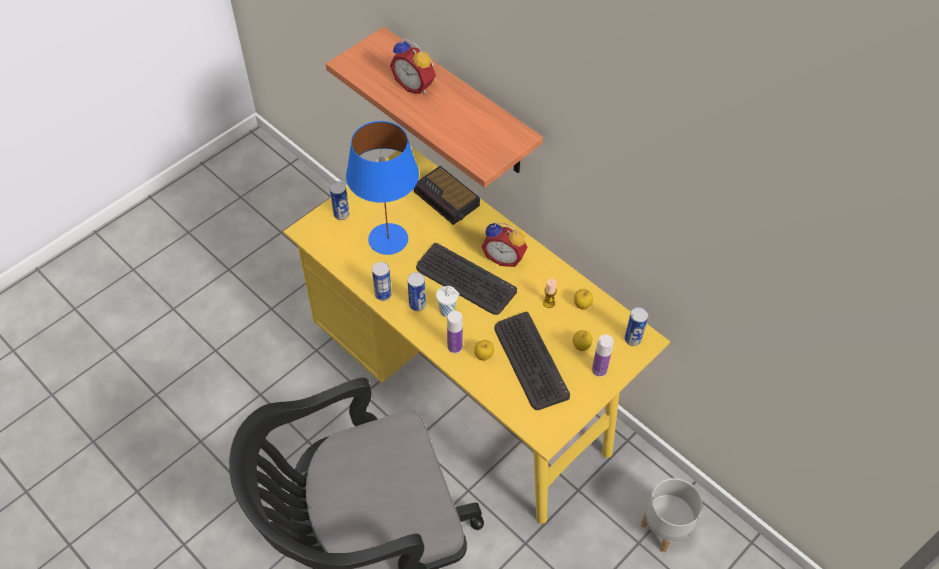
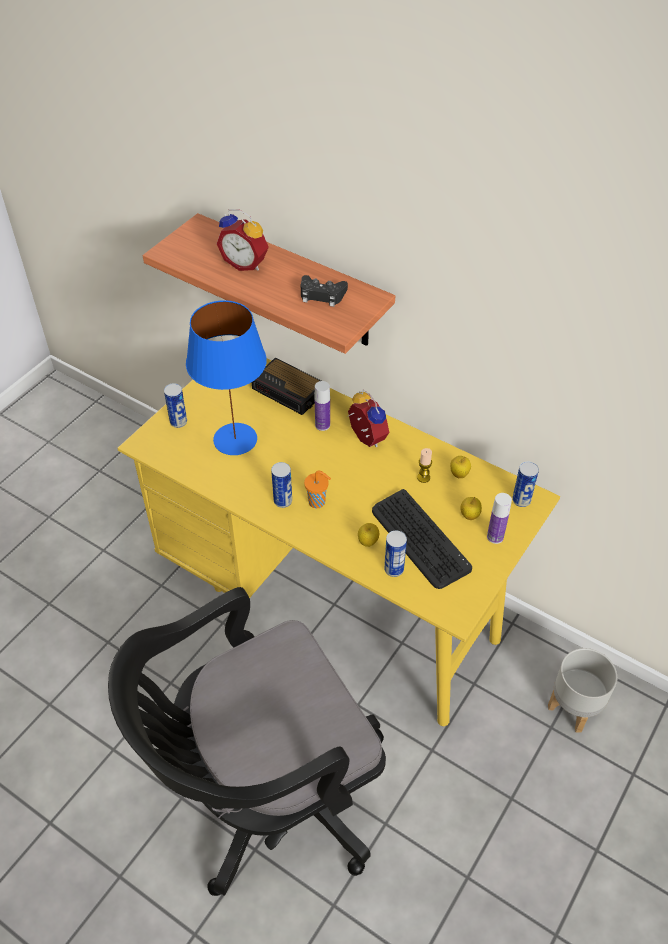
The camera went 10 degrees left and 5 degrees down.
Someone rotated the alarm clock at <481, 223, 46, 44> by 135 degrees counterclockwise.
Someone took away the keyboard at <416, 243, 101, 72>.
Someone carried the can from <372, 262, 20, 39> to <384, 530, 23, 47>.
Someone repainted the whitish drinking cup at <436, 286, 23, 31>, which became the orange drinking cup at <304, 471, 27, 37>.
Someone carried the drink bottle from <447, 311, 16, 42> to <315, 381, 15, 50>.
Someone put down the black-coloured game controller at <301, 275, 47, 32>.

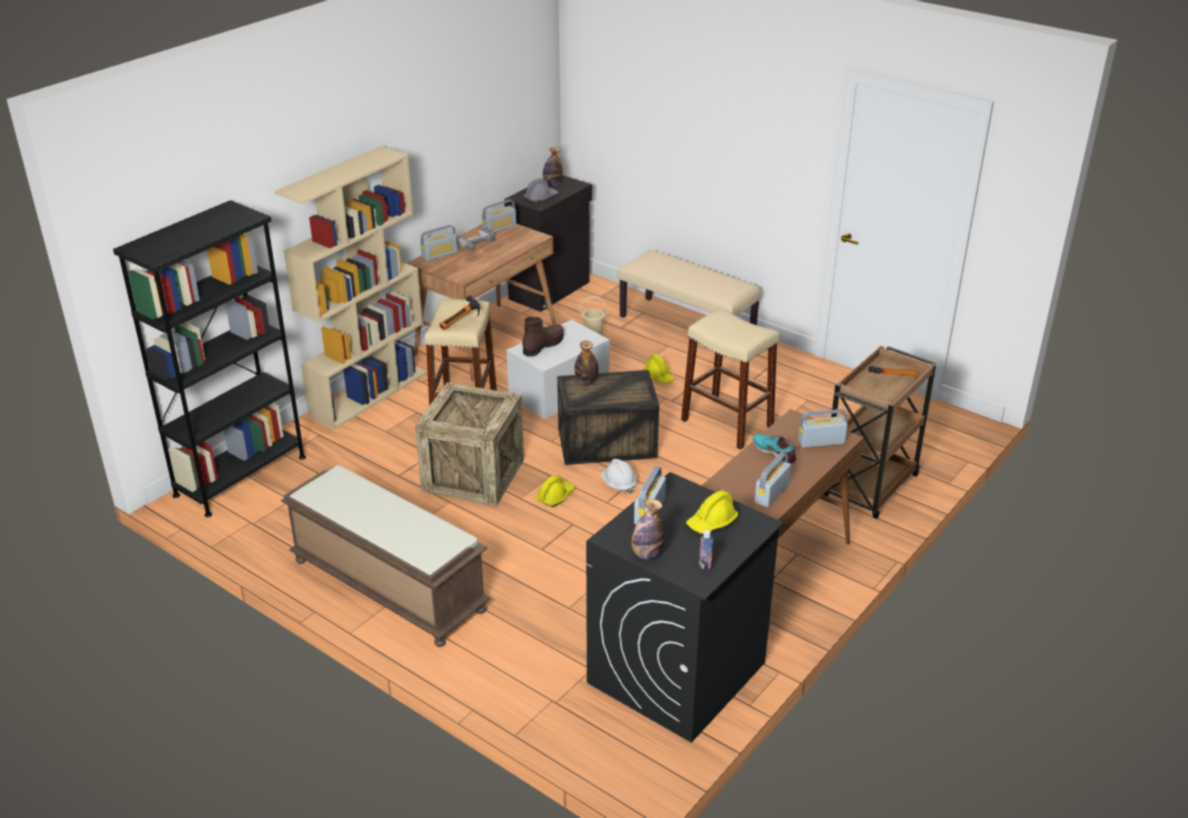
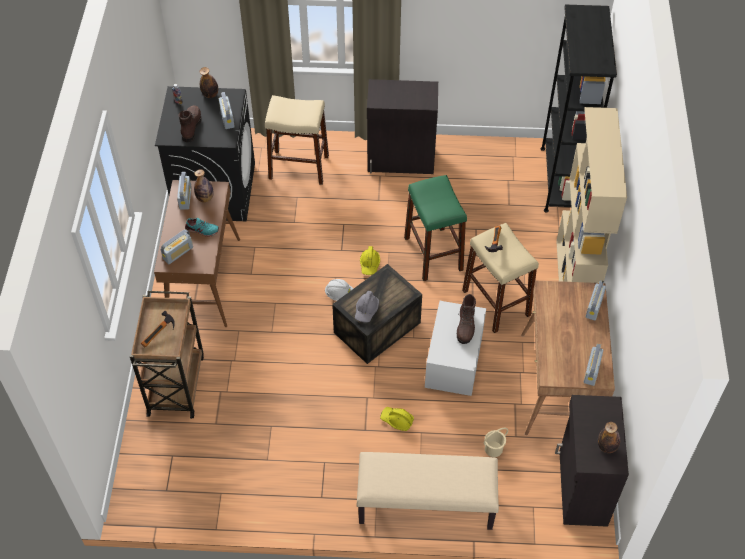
The camera went 145 degrees right and 20 degrees up.
Someone carried the greyish work helmet from <524, 178, 35, 26> to <355, 291, 24, 32>.
Someone took away the drill at <456, 228, 39, 22>.
Someone carried the beige stool seat from <681, 308, 98, 142> to <265, 95, 64, 90>.
Someone carried the drink bottle from <575, 341, 23, 44> to <194, 169, 19, 34>.
Someone swapped the crate at <415, 382, 109, 124> for the green-coloured stool seat at <404, 175, 63, 106>.
Someone swapped the brown bench at <281, 465, 209, 182> for the black-coloured cabinet at <367, 79, 71, 95>.
Someone swapped the yellow-coloured work helmet at <686, 490, 52, 44> for the brown boot at <179, 105, 22, 38>.

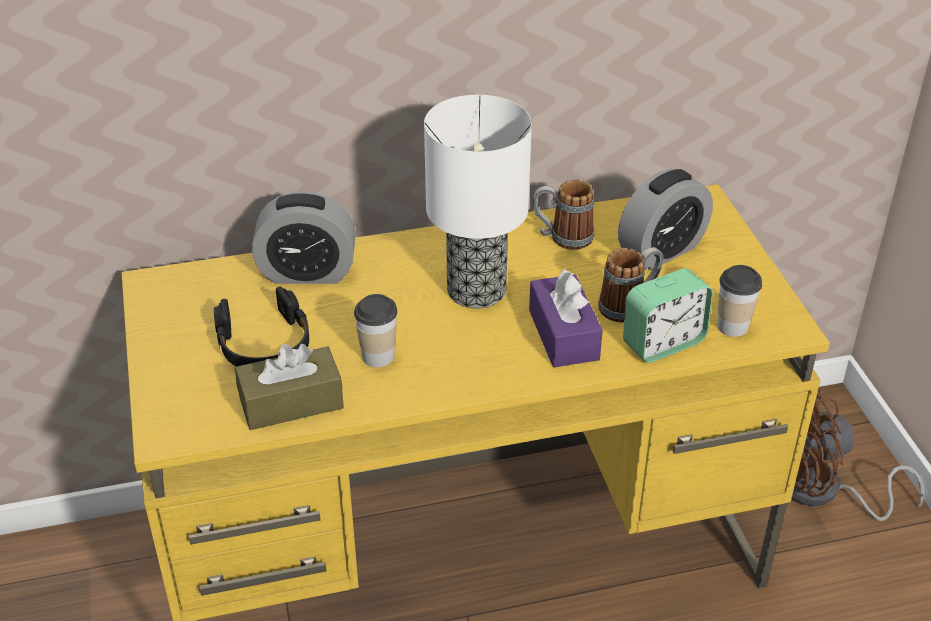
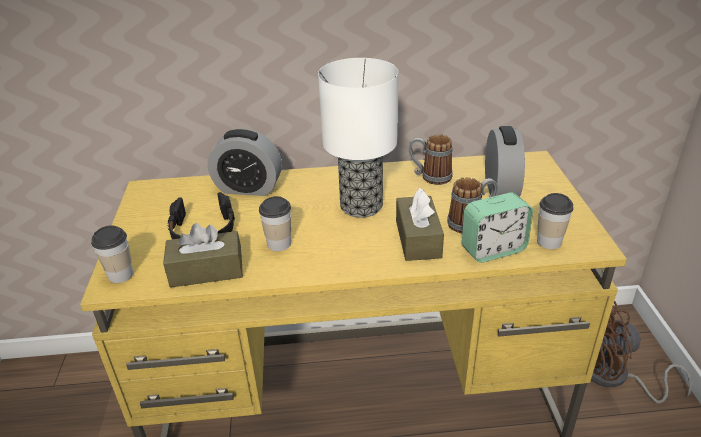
The camera went 10 degrees right and 5 degrees down.
Someone rotated the alarm clock at <618, 169, 95, 101> by 60 degrees counterclockwise.
Someone repainted the purple-coloured box of tissues at <529, 269, 74, 98>, which became the brown box of tissues at <396, 188, 48, 73>.
Someone put down the drinking cup at <91, 225, 42, 58>.

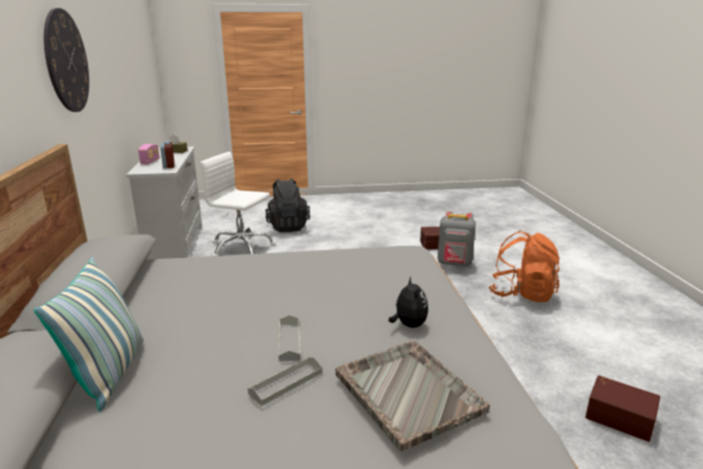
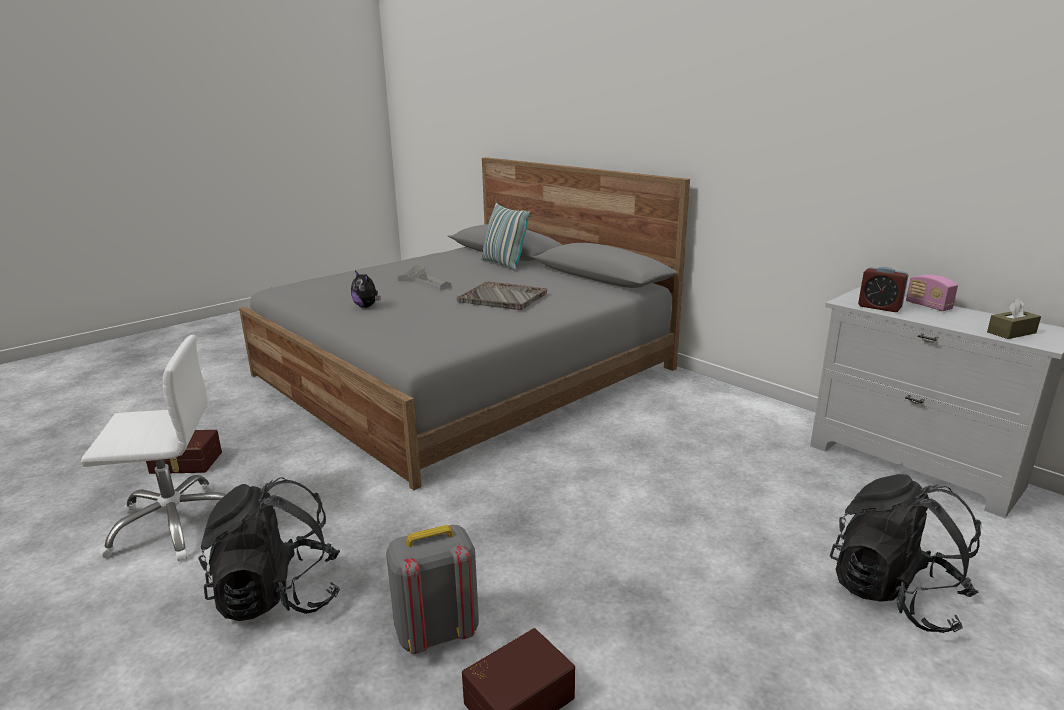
The camera went 145 degrees right and 0 degrees up.
Someone took away the clock on the wall at <44, 8, 45, 104>.
Someone carried the whitish office chair from <200, 152, 76, 104> to <81, 335, 145, 226>.
Someone repainted the orange backpack at <489, 231, 71, 71>, which became the black-coloured backpack at <198, 477, 142, 144>.
Someone carried the greyish carrying tray from <335, 341, 155, 110> to <457, 281, 90, 29>.

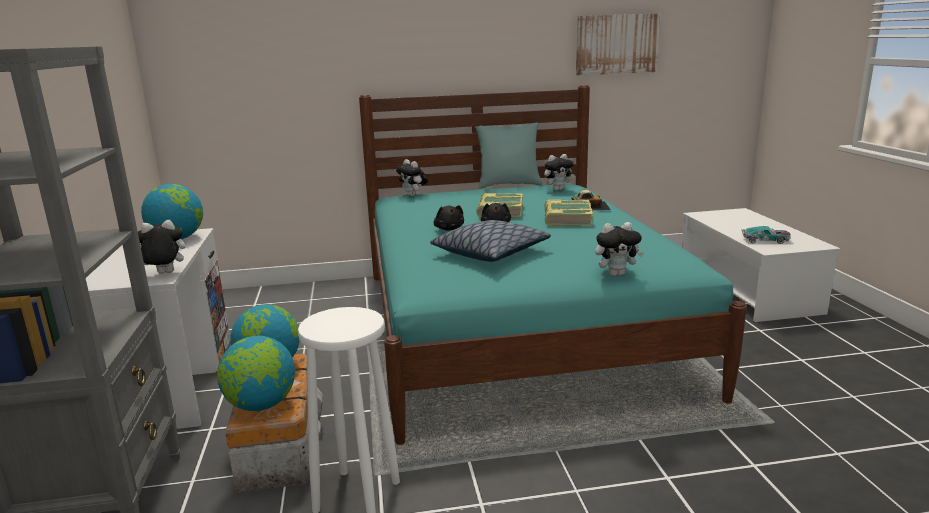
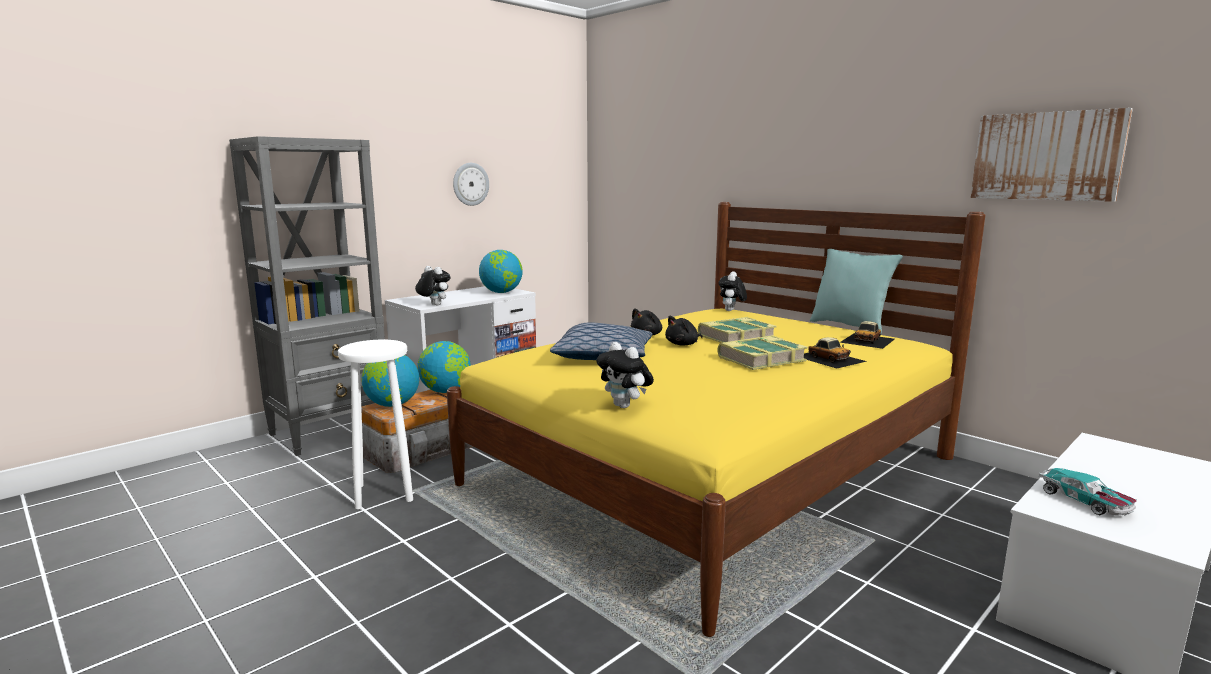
The camera went 55 degrees right and 5 degrees down.
Someone repainted the blue-green bed at <359, 85, 388, 360>, which became the yellow-coloured bed at <447, 202, 539, 435>.
Someone swapped the plush toy at <544, 154, 31, 37> for the model car at <839, 321, 56, 28>.
Someone put up the clock on the wall at <453, 163, 36, 43>.

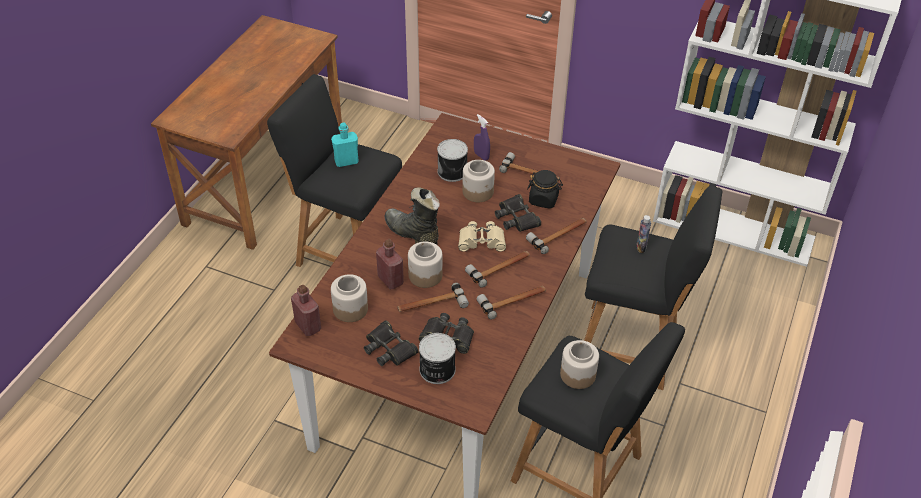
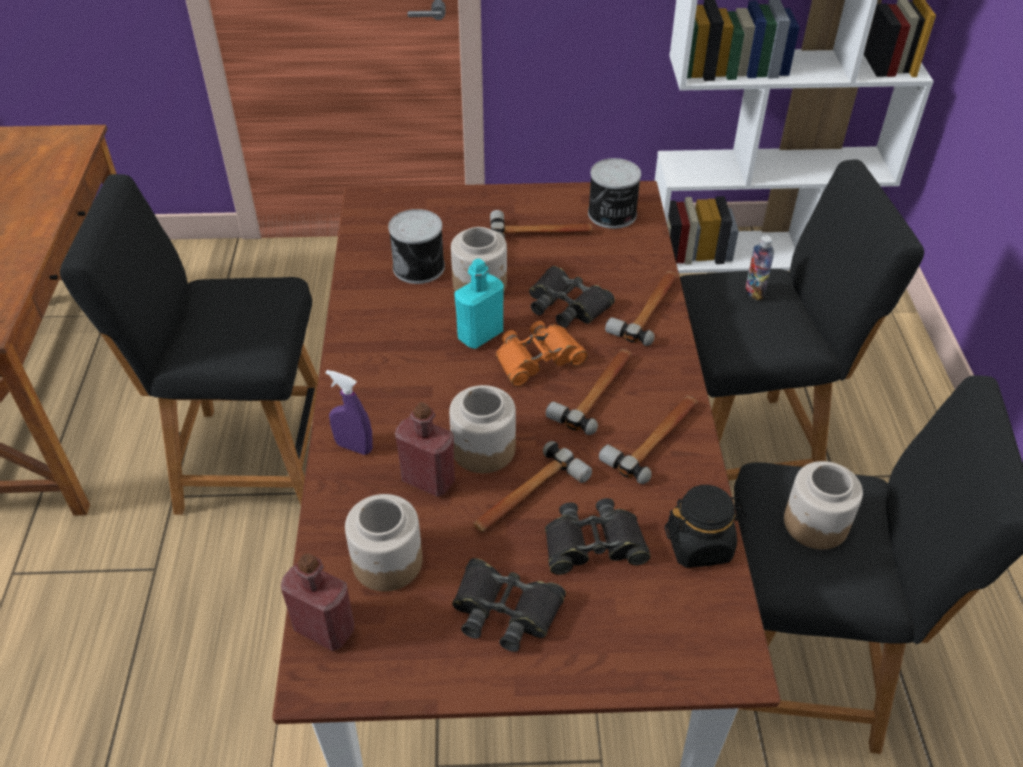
The camera went 25 degrees left and 0 degrees up.
Someone carried the purple-coloured sprayer from <474, 114, 16, 47> to <326, 370, 47, 85>.
Someone carried the blue-green drink bottle from <331, 123, 28, 44> to <454, 258, 50, 91>.
Someone carried the black-coloured jar from <527, 170, 36, 39> to <665, 485, 81, 83>.
Someone took away the black-coloured boot at <385, 187, 55, 58>.
Someone repainted the beige binoculars at <458, 221, 48, 31>, which became the orange binoculars at <496, 321, 92, 65>.
Someone carried the can from <419, 333, 37, 51> to <588, 158, 53, 71>.

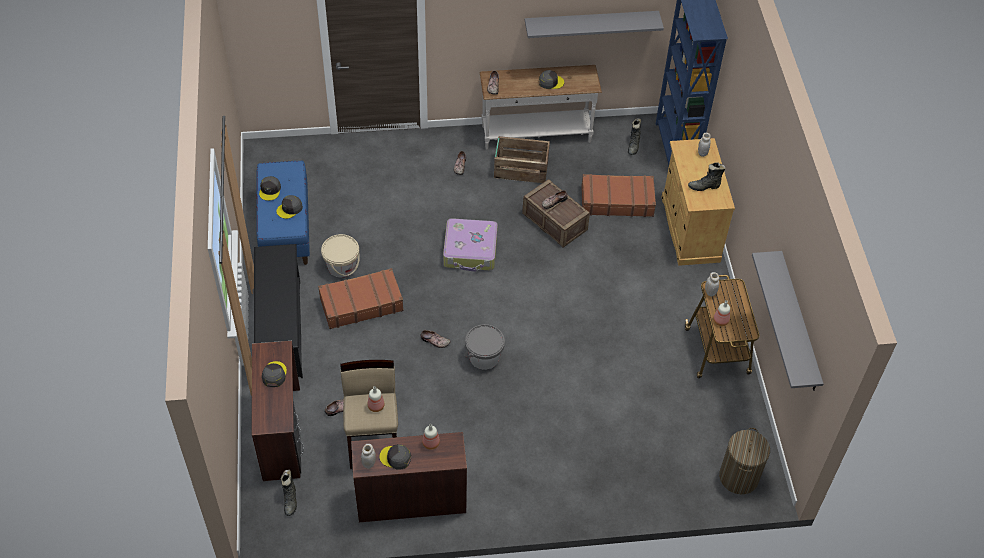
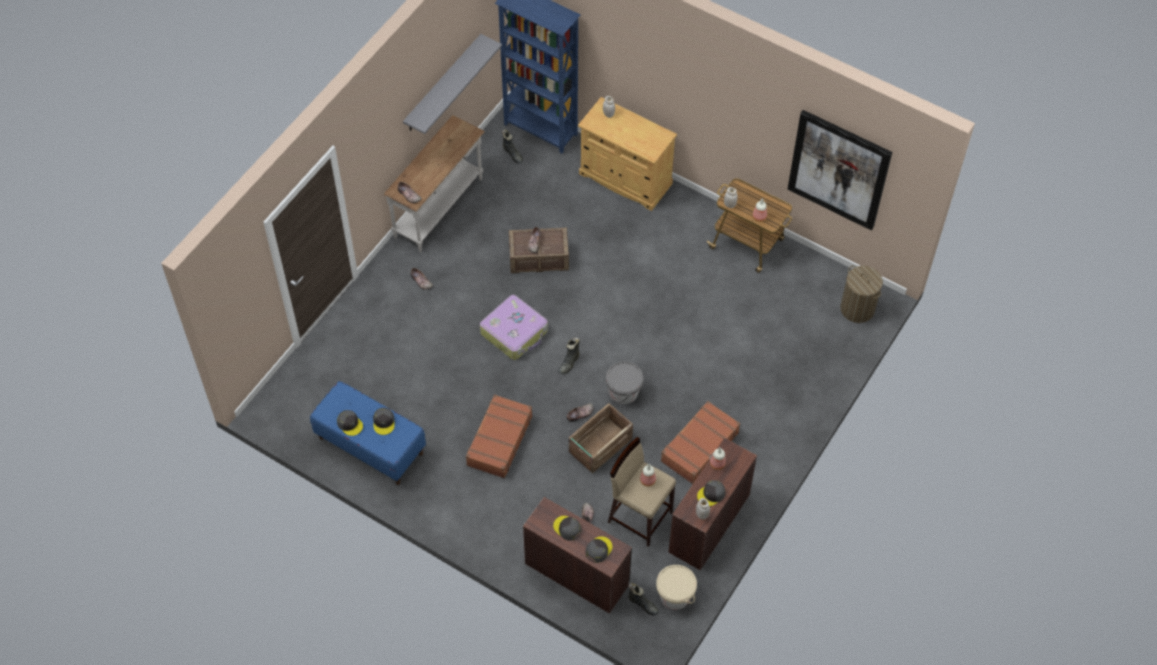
The camera went 50 degrees left and 5 degrees up.
Someone carried the greyish peaked cap from <539, 70, 25, 19> to <585, 536, 27, 27>.
Someone carried the crate from <494, 136, 56, 47> to <569, 403, 64, 71>.
Someone carried the black-coloured boot from <688, 162, 38, 29> to <558, 337, 22, 37>.
Someone carried the brown suitcase from <581, 174, 75, 43> to <661, 401, 80, 83>.
Someone carried the beige water bucket from <321, 234, 39, 44> to <656, 565, 41, 45>.
Someone took away the black-coloured shoe rack at <254, 244, 49, 134>.
Someone swapped the greyish bracket shelf at <752, 251, 71, 140> for the wall picture at <788, 110, 104, 121>.

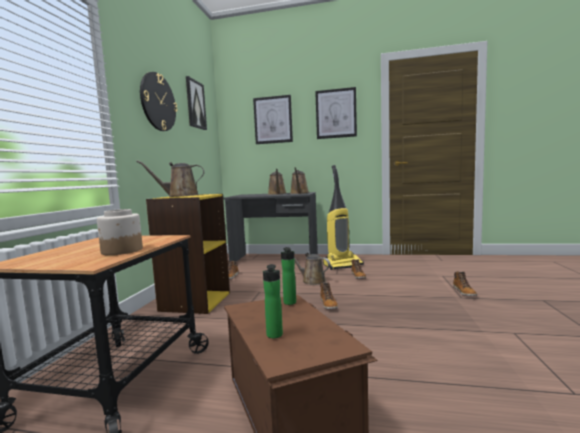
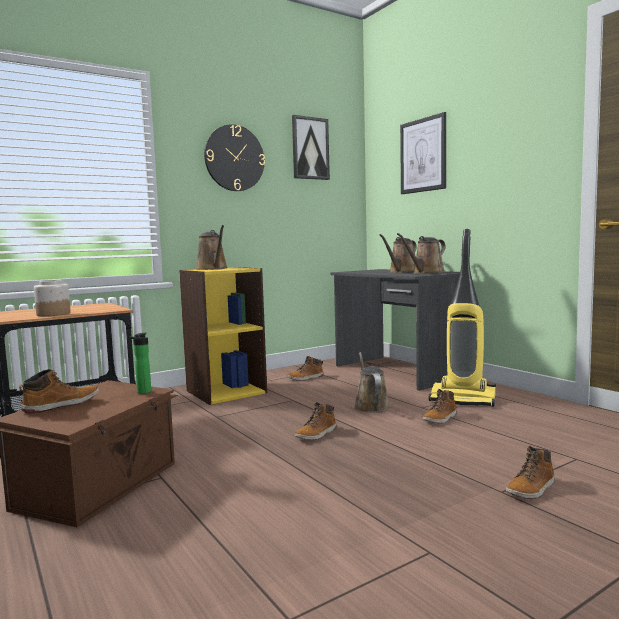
The camera went 45 degrees right and 0 degrees up.
Someone took away the wall picture at <315, 87, 42, 52>.
Someone rotated the brown watering can at <136, 160, 68, 37> by 150 degrees counterclockwise.
Someone swapped the drink bottle at <263, 264, 20, 74> for the boot at <19, 369, 80, 45>.

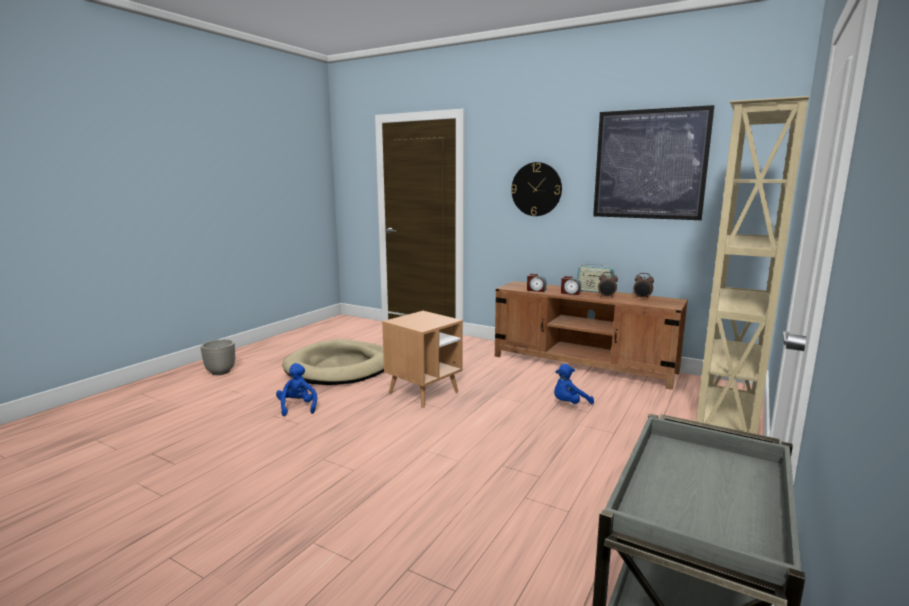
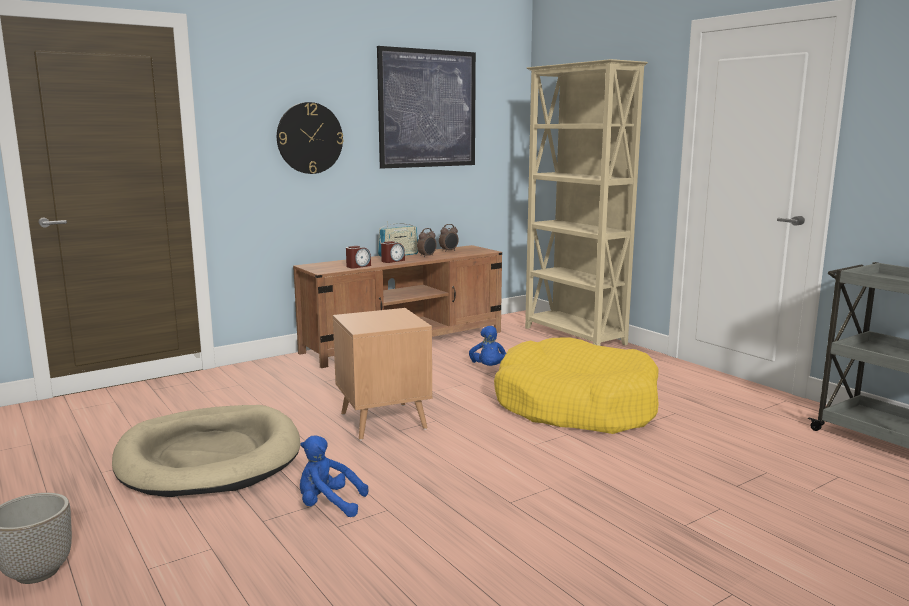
The camera went 65 degrees left and 0 degrees up.
Someone put down the yellow-coloured pet bed at <494, 337, 165, 97>.

